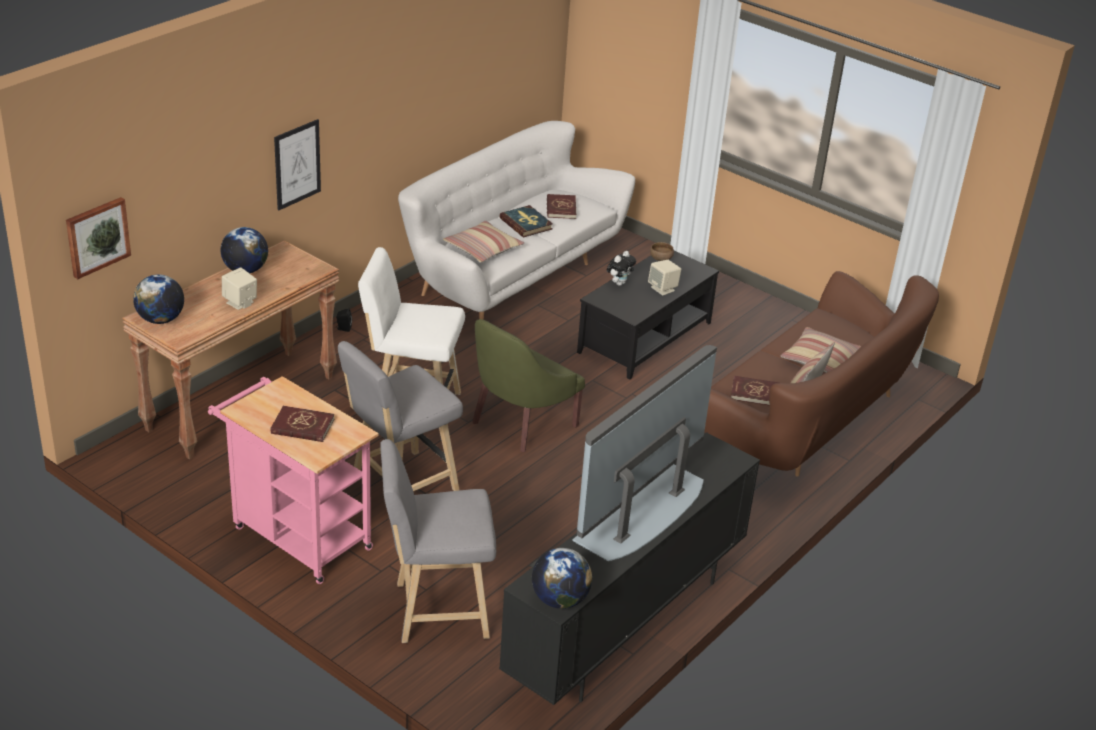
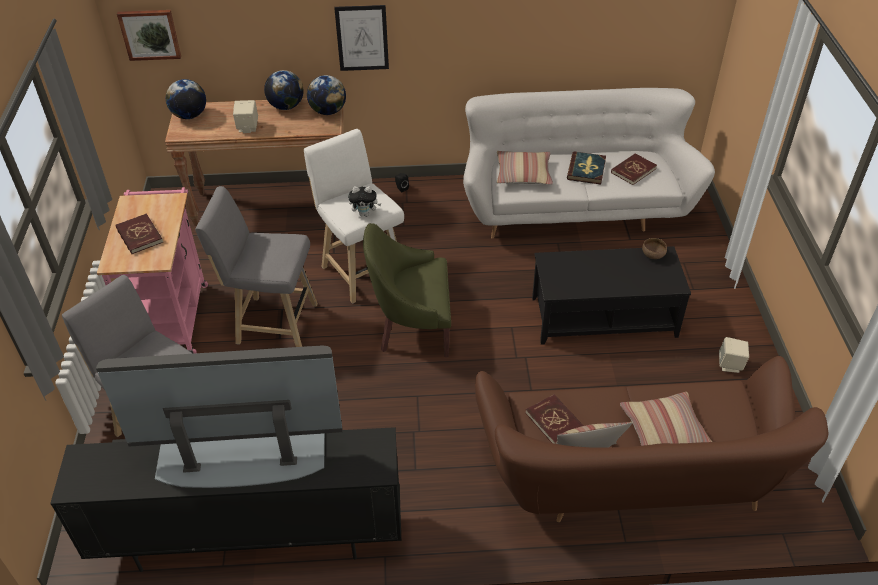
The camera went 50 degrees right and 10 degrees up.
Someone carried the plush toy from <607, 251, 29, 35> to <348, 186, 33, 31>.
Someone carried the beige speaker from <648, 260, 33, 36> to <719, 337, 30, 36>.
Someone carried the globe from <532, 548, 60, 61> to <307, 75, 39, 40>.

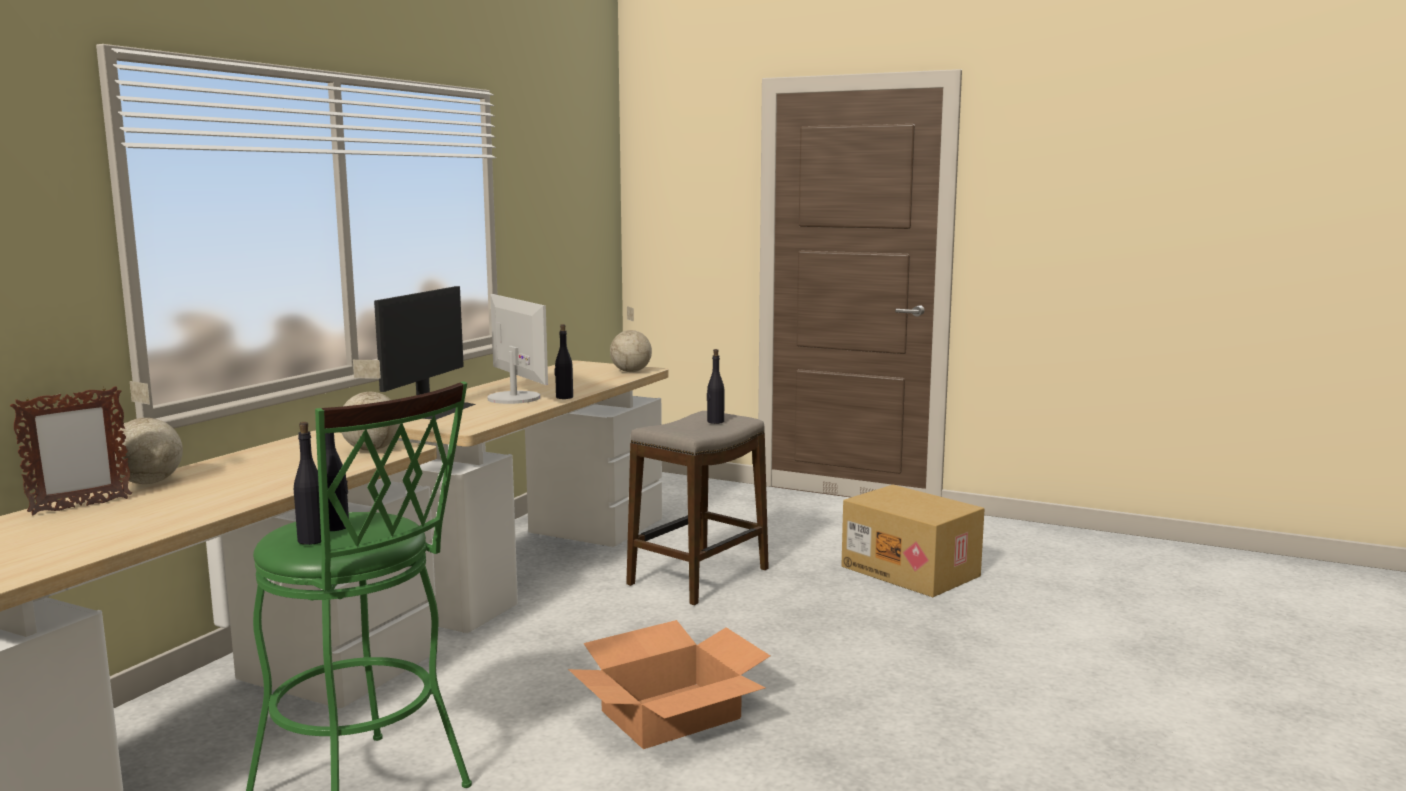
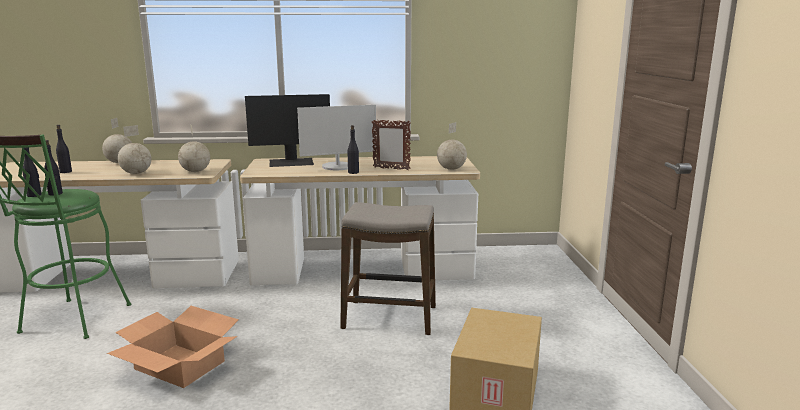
The camera went 60 degrees right and 5 degrees up.
Someone rotated the computer screen at <487, 294, 61, 110> by 45 degrees clockwise.
Someone carried the black-coloured drink bottle from <707, 349, 17, 75> to <56, 125, 16, 48>.
Someone carried the photo frame from <10, 386, 122, 129> to <372, 120, 39, 50>.
Someone put down the globe at <118, 125, 34, 49>.

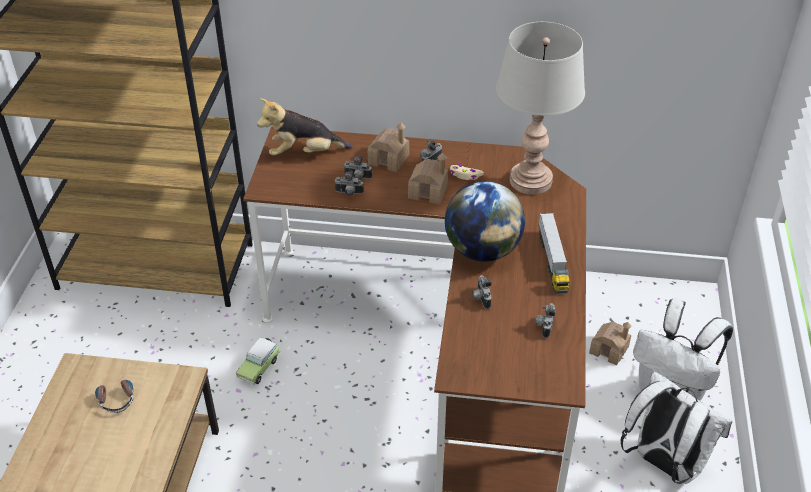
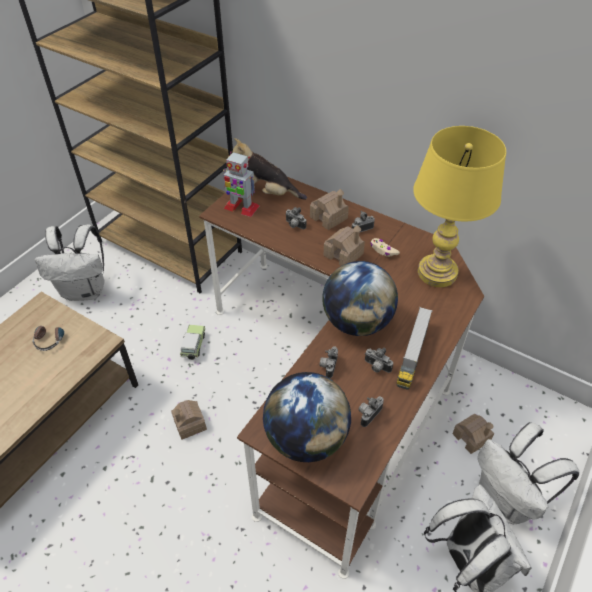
The camera went 25 degrees right and 5 degrees up.
Someone repainted the greyish lamp for a table at <496, 22, 89, 173>, which became the yellow-coloured lamp for a table at <413, 126, 93, 161>.
Someone carried the photo camera from <334, 170, 30, 26> to <365, 348, 28, 25>.
Someone rotated the model car at <236, 337, 44, 48> by 135 degrees clockwise.
Someone put down the robot figure at <223, 151, 36, 66>.
Someone put down the whitish backpack at <35, 224, 70, 77>.
Someone put down the globe at <263, 372, 88, 90>.
Someone put down the miniature house at <171, 400, 36, 40>.

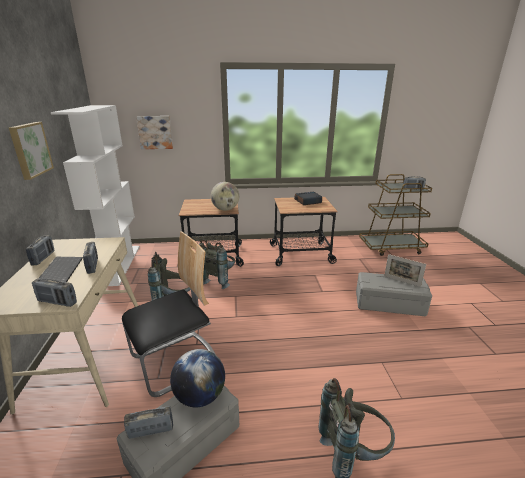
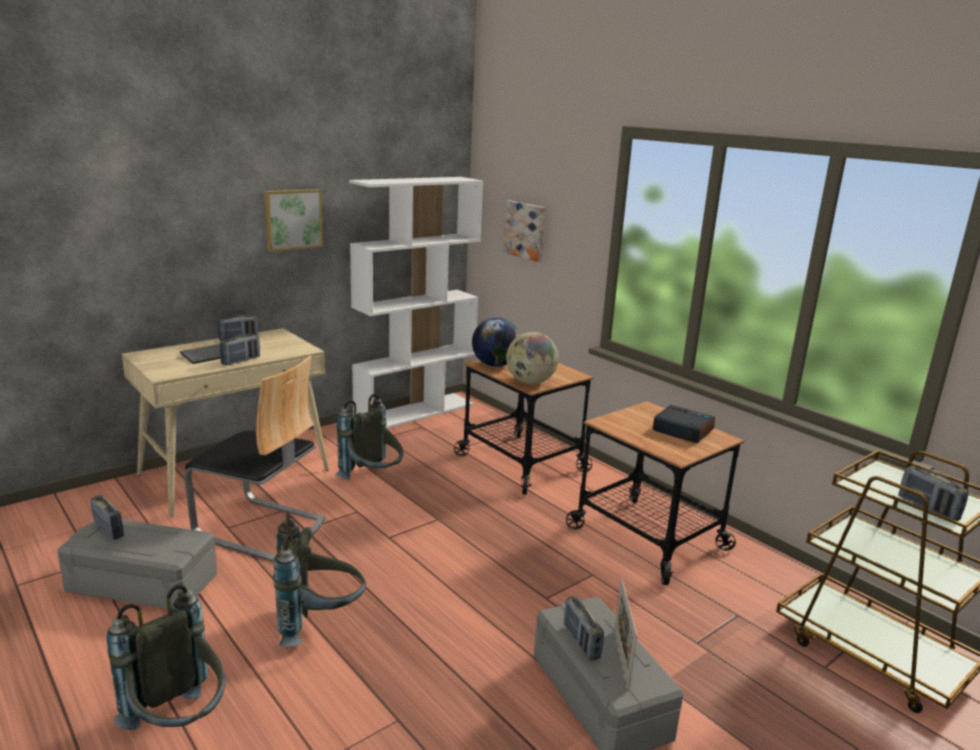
The camera went 55 degrees right and 5 degrees down.
Someone carried the greyish backpack from <199, 240, 36, 49> to <273, 514, 93, 132>.
Someone carried the radio receiver from <32, 278, 45, 29> to <564, 596, 40, 65>.
Someone carried the globe from <170, 349, 55, 58> to <472, 317, 48, 50>.

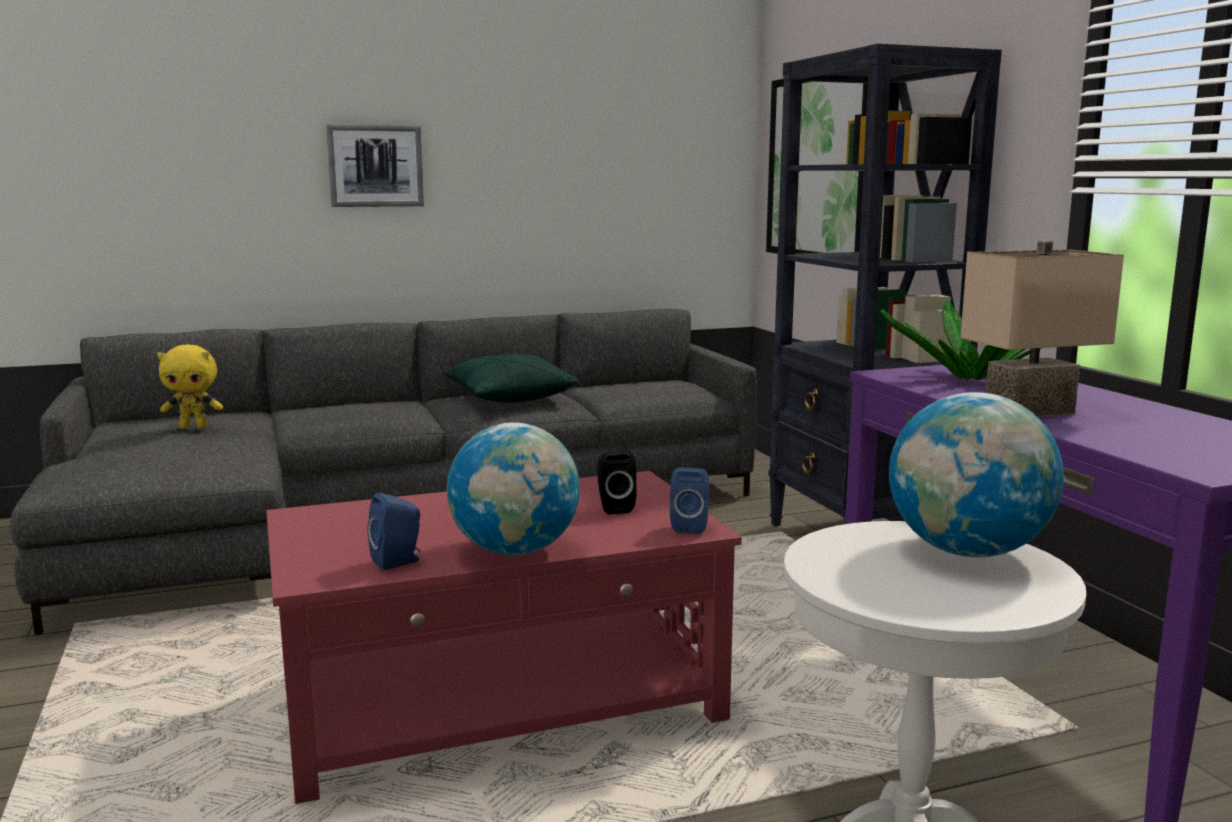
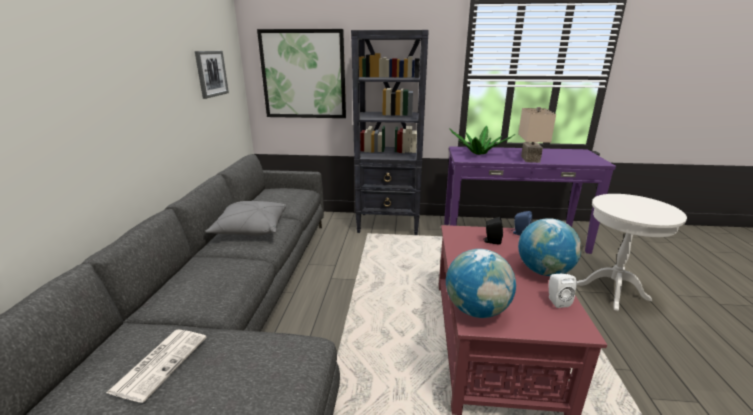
The camera went 65 degrees left and 10 degrees up.
Someone carried the wall picture from <326, 124, 98, 83> to <195, 51, 34, 48>.
Someone swapped the yellow-coloured plush toy at <157, 345, 66, 84> for the newspaper at <106, 329, 101, 74>.
Someone repainted the green-coloured cushion at <442, 353, 137, 50>, which became the greyish cushion at <205, 201, 81, 35>.
Someone carried the globe from <889, 392, 175, 165> to <446, 249, 70, 69>.
Someone repainted the blue speaker at <367, 493, 54, 77>, which became the whitish speaker at <549, 274, 28, 34>.

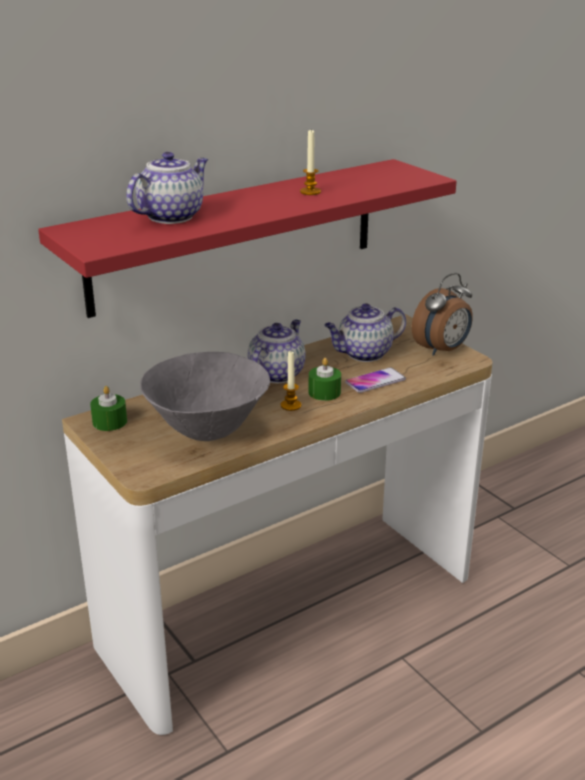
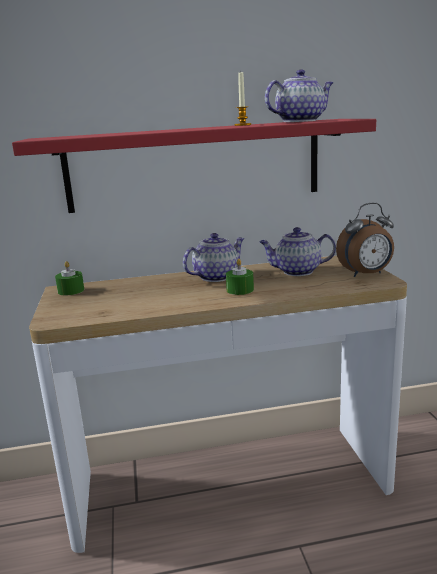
The camera went 25 degrees right and 10 degrees down.
Someone carried the teapot from <126, 152, 82, 72> to <265, 70, 69, 52>.
Someone took away the wax light at <281, 351, 20, 60>.
Someone took away the greyish serving bowl at <140, 352, 130, 89>.
Someone took away the telephone at <345, 367, 61, 26>.

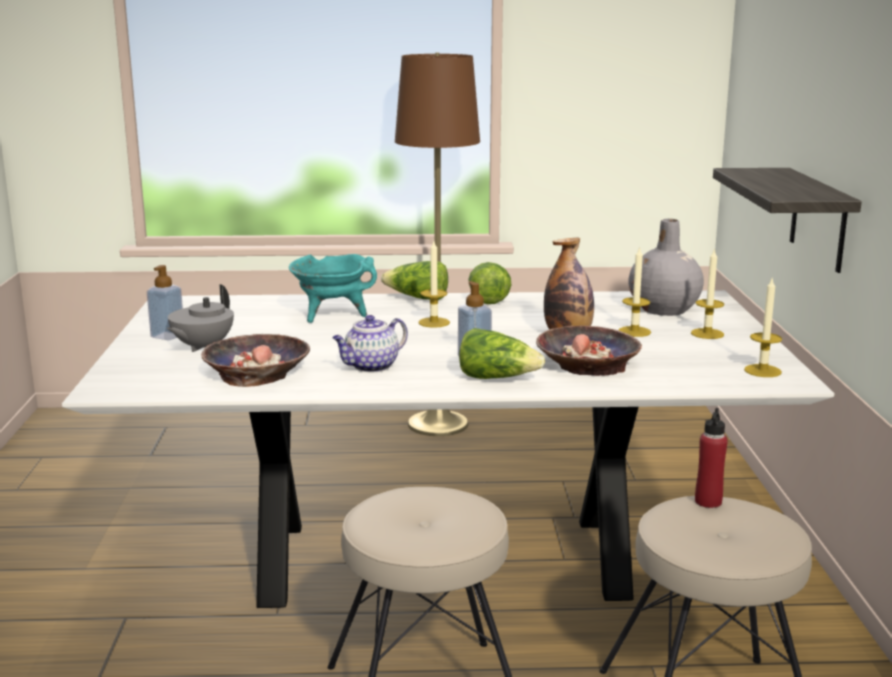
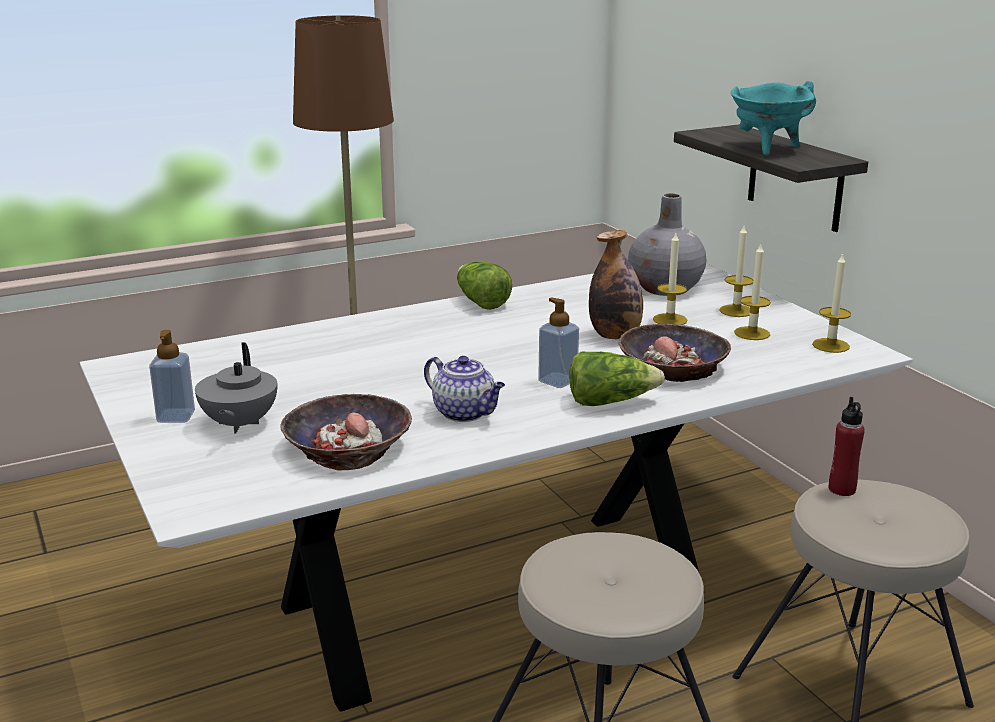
The camera went 25 degrees left and 5 degrees up.
Someone carried the wax light from <418, 241, 32, 87> to <734, 244, 37, 96>.
Someone carried the blue-green stockpot from <289, 254, 88, 69> to <731, 81, 85, 75>.
Someone took away the lettuce at <381, 261, 67, 39>.
Someone rotated the teapot at <332, 315, 76, 57> by 75 degrees counterclockwise.

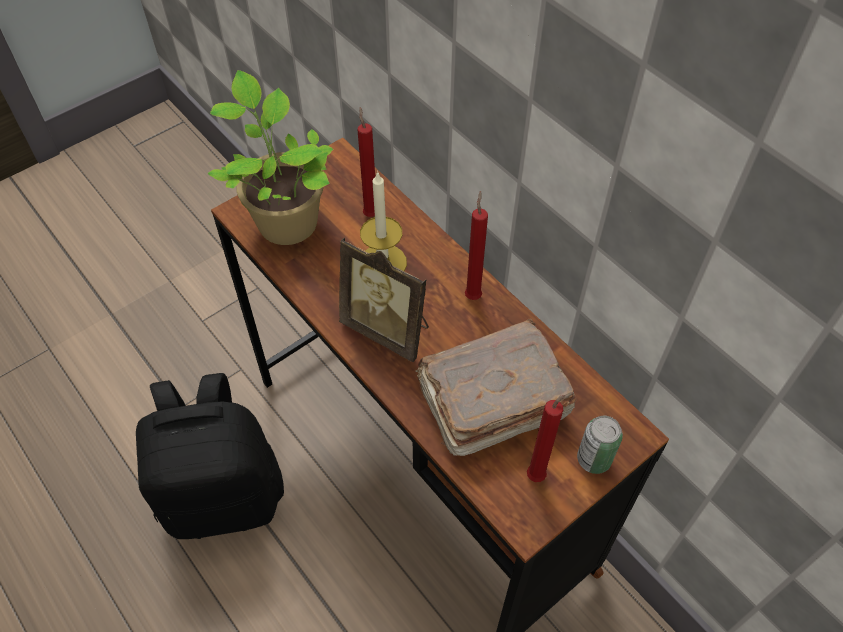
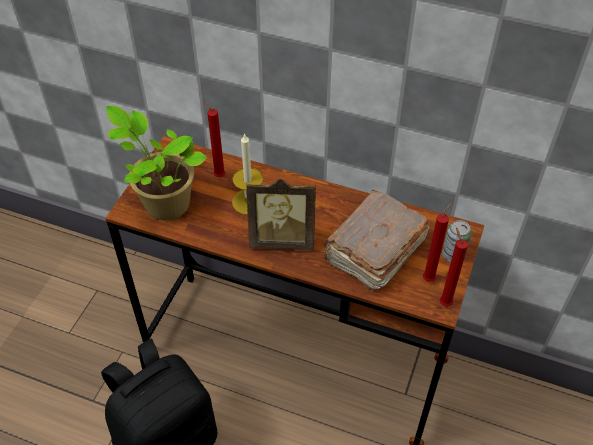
The camera went 30 degrees left and 5 degrees down.
Someone carried the red-coloured wax light from <465, 191, 23, 109> to <439, 227, 29, 80>.

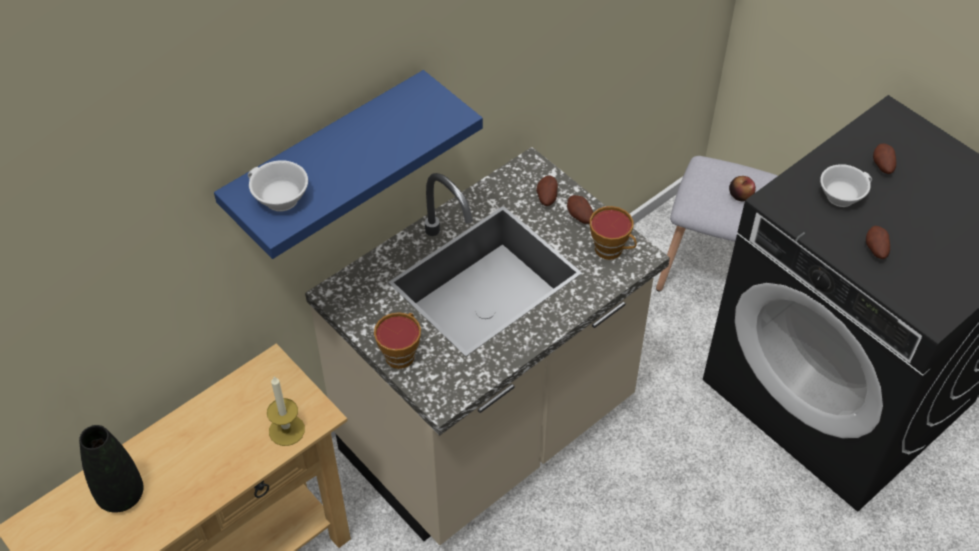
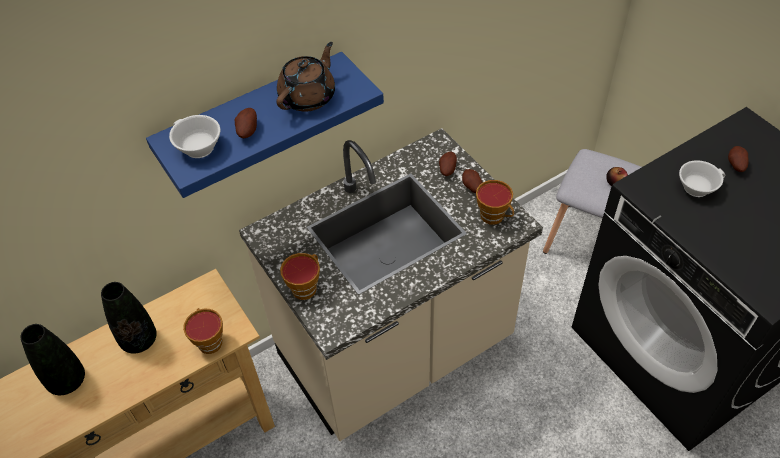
The camera went 10 degrees right and 0 degrees up.
Someone carried the potato from <866, 226, 24, 33> to <235, 108, 22, 30>.
Someone swapped the wax light at <267, 377, 38, 69> for the drinking cup at <183, 308, 40, 46>.
Someone put down the brown teapot at <276, 42, 59, 70>.
Someone put down the black-coloured decorative vase at <101, 282, 56, 72>.

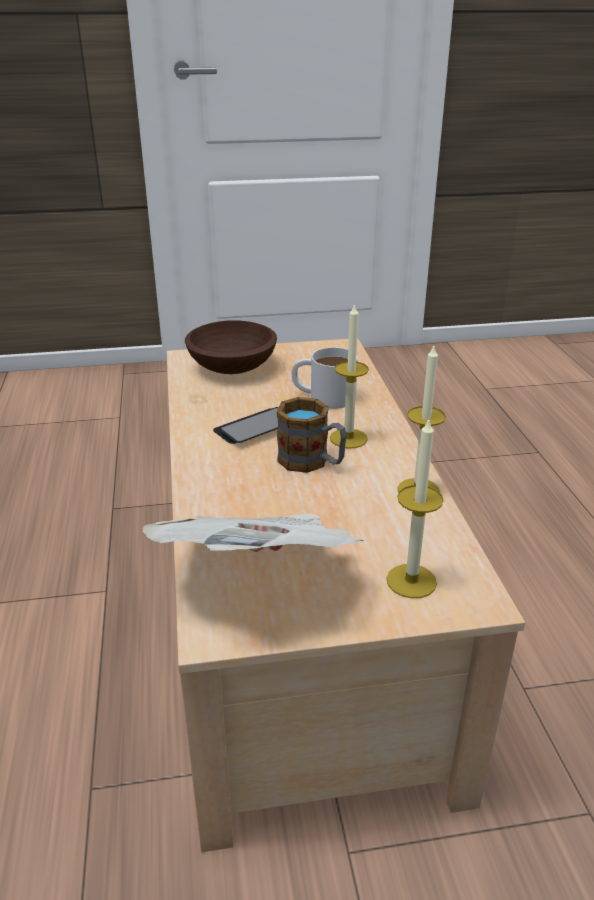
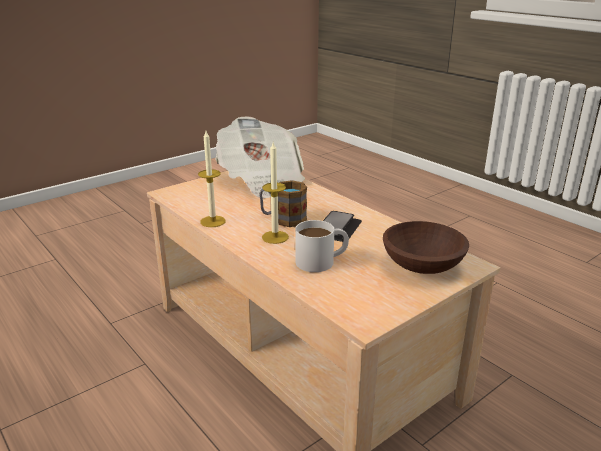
The camera went 150 degrees right and 5 degrees down.
Someone took away the wax light at <387, 419, 57, 179>.

